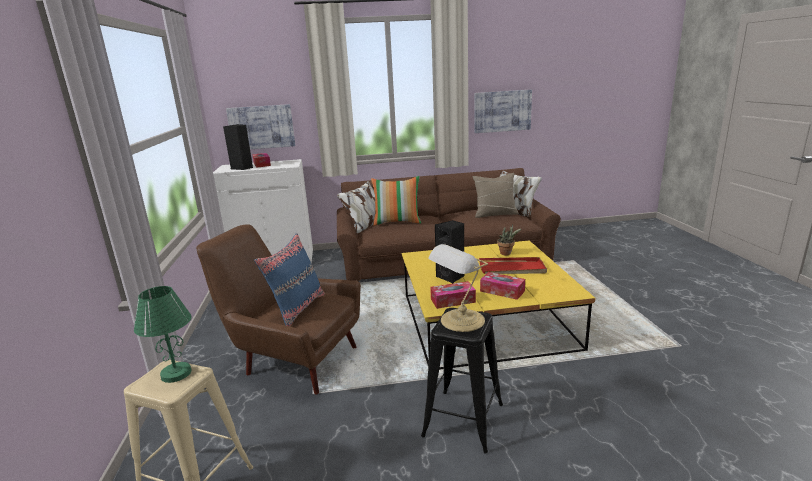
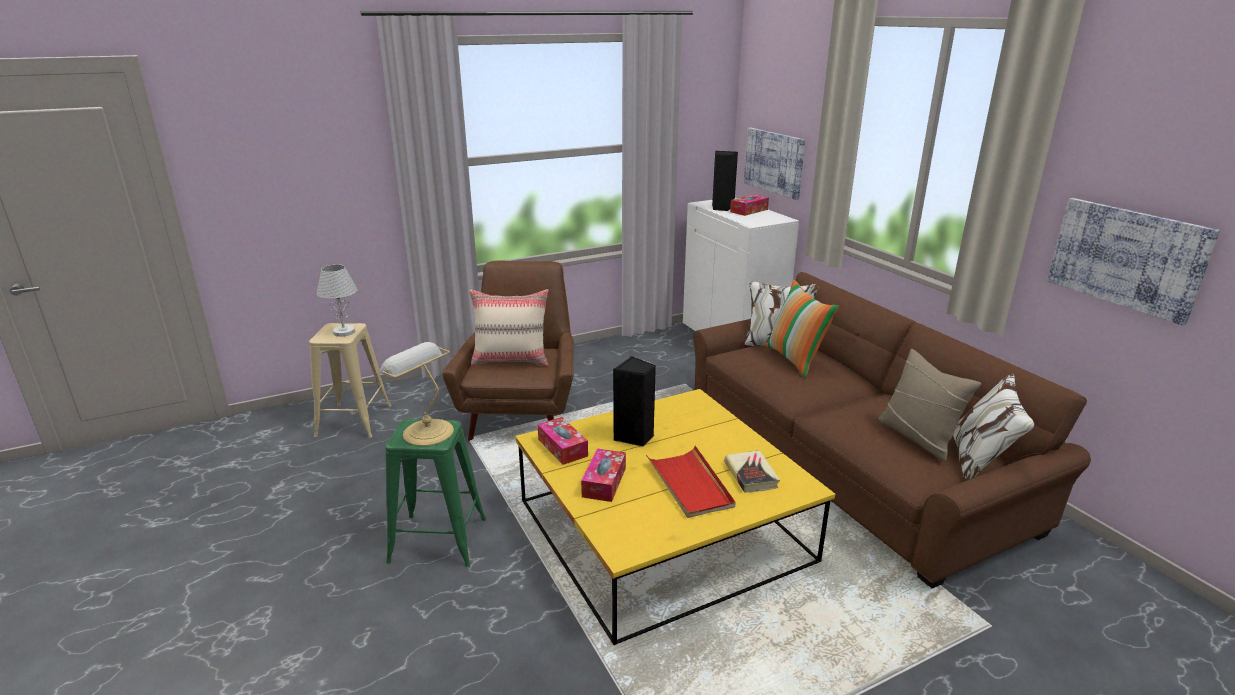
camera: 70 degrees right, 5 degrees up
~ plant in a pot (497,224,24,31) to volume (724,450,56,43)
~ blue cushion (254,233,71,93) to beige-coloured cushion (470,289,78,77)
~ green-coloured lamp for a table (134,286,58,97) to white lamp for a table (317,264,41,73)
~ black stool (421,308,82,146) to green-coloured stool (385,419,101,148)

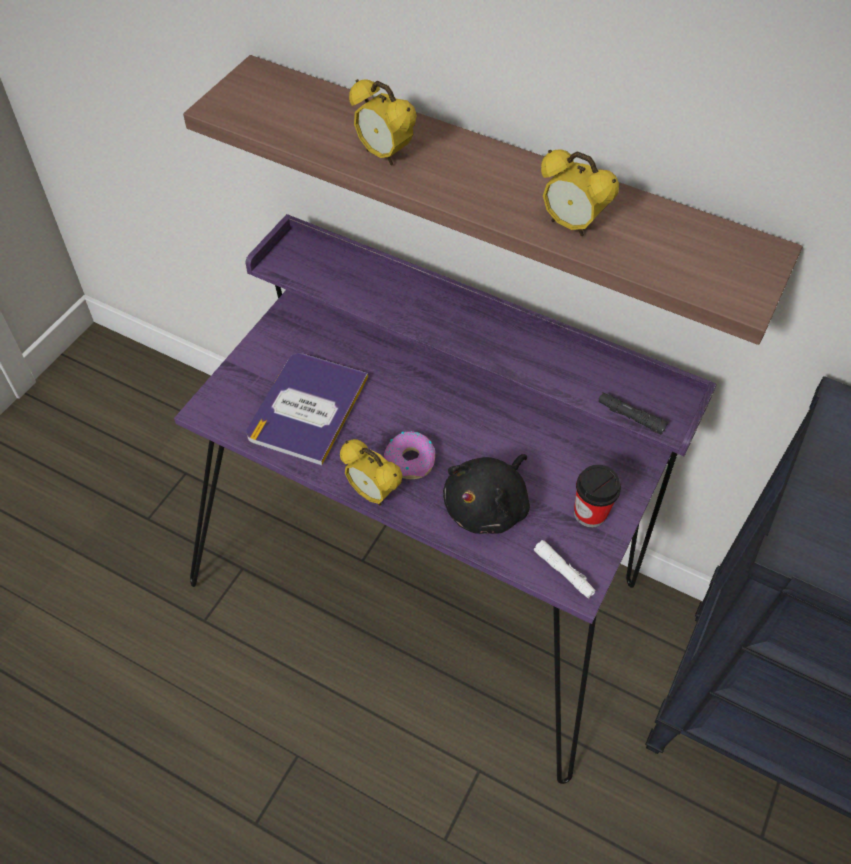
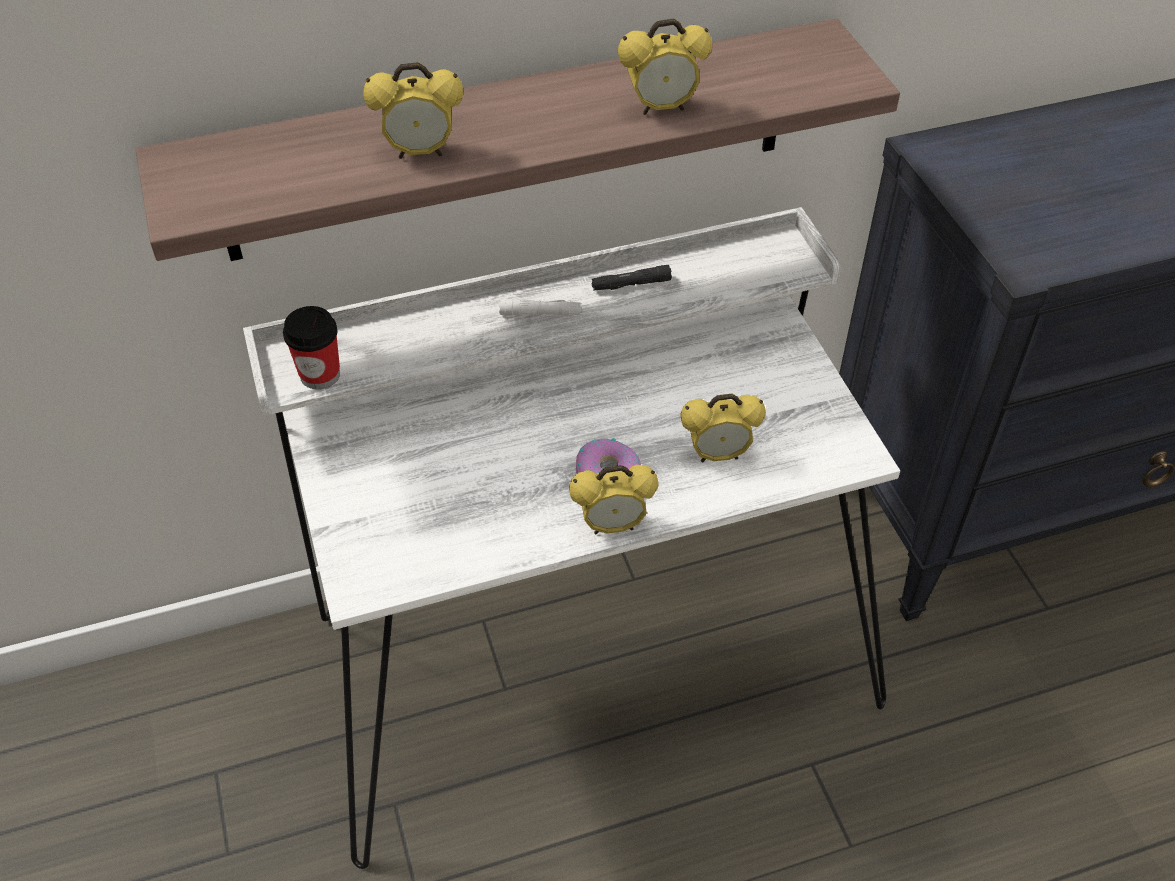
camera: 45 degrees left, 5 degrees down
~ purplish desk (174,214,543,570) to white desk (243,207,657,662)
- volume (246,353,122,113)
~ black torch (598,392,70,43) to (591,265,81,25)
~ black plush toy (443,454,87,80) to bedside clock (680,394,86,68)
~ cup (574,465,47,63) to (283,306,57,83)
~ white torch (534,540,62,59) to (499,299,82,17)

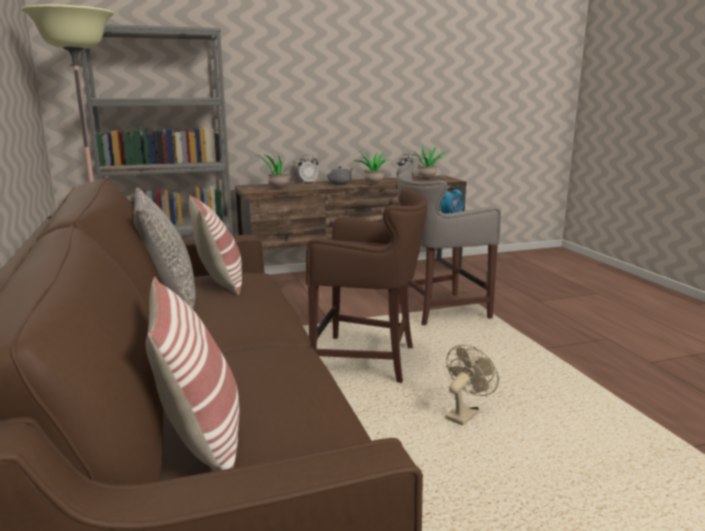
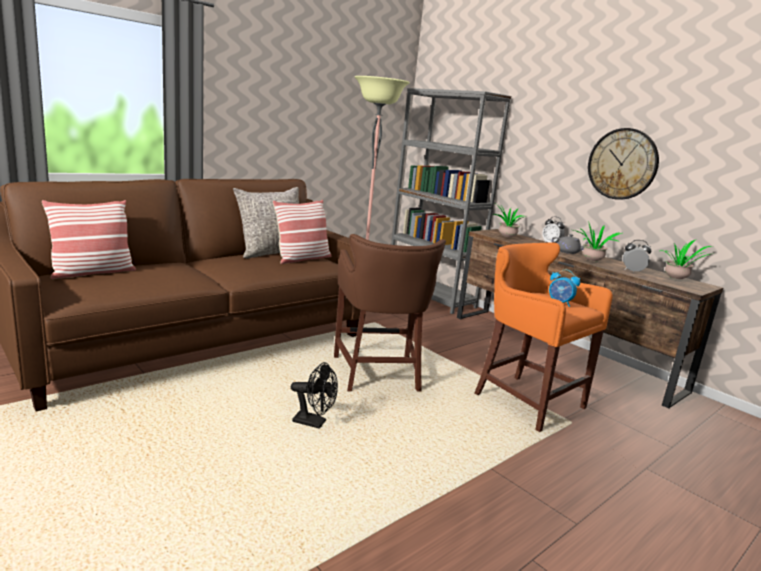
camera: 65 degrees right, 0 degrees up
~ gray stool (397,169,104,157) to orangey stool (474,242,139,190)
~ beige-coloured cooling fan (446,345,53,81) to black cooling fan (291,362,47,67)
+ hanging clock (588,128,71,72)

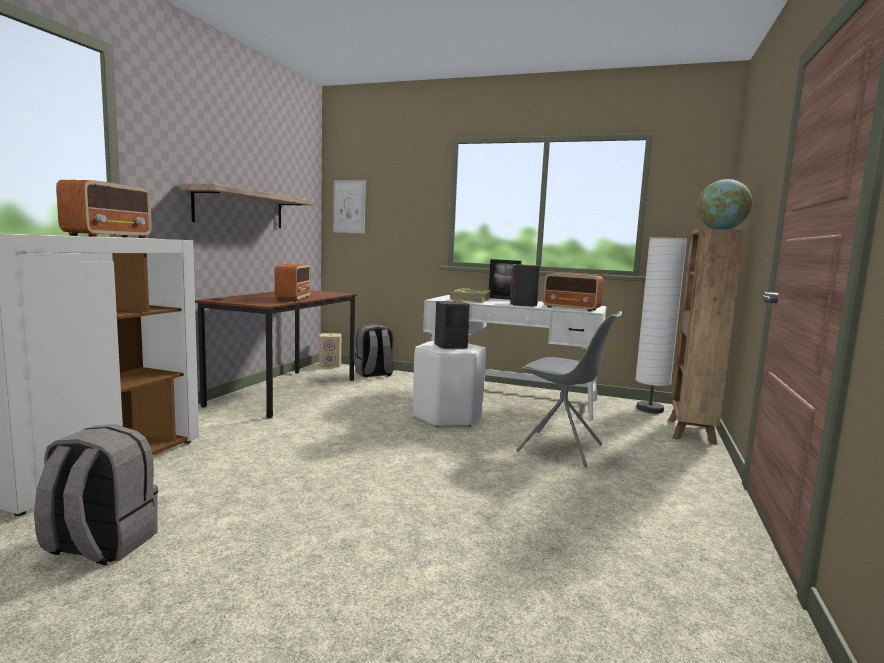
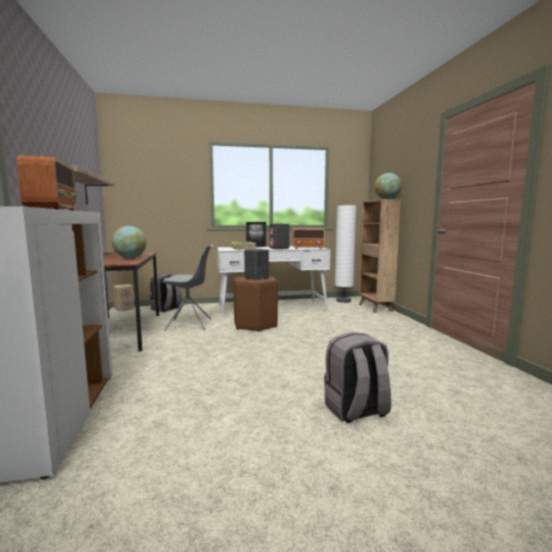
camera: 30 degrees left, 0 degrees up
- picture (333,181,33,52)
~ radio (275,264,36,37) to globe (112,226,35,32)
~ gray chair (516,311,106,156) to (162,244,51,87)
~ white stool (413,341,73,86) to brownish stool (233,276,45,56)
~ gray backpack (34,424,124,141) to (324,332,67,91)

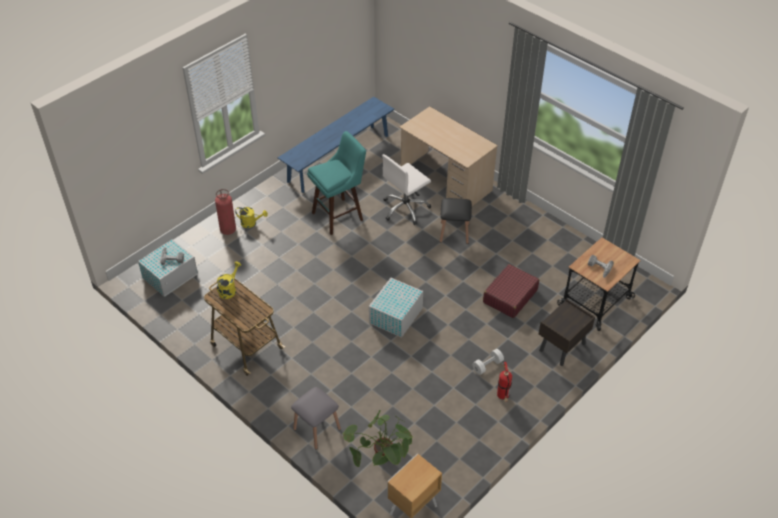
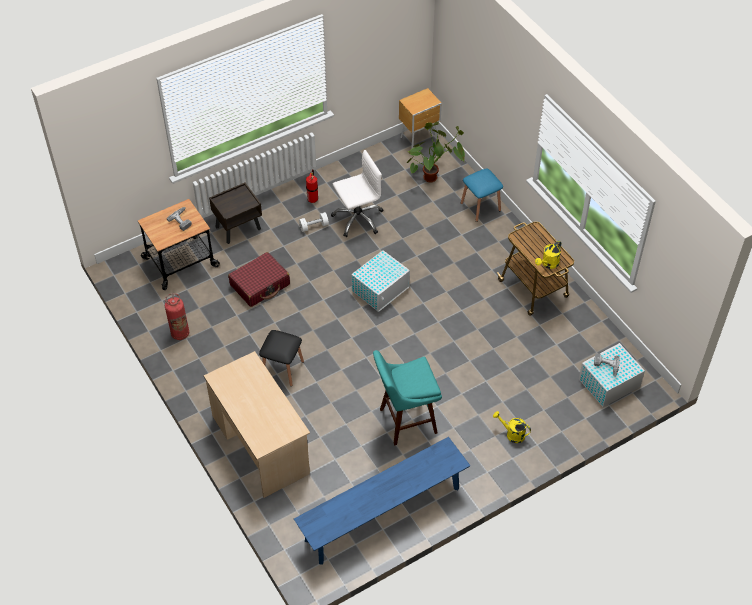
camera: 165 degrees left, 5 degrees up
~ white desk chair (382,154,49,71) to (331,150,52,87)
~ extinguisher (215,189,21,46) to (165,293,24,47)
~ gray stool (291,387,50,62) to blue stool (461,169,42,53)

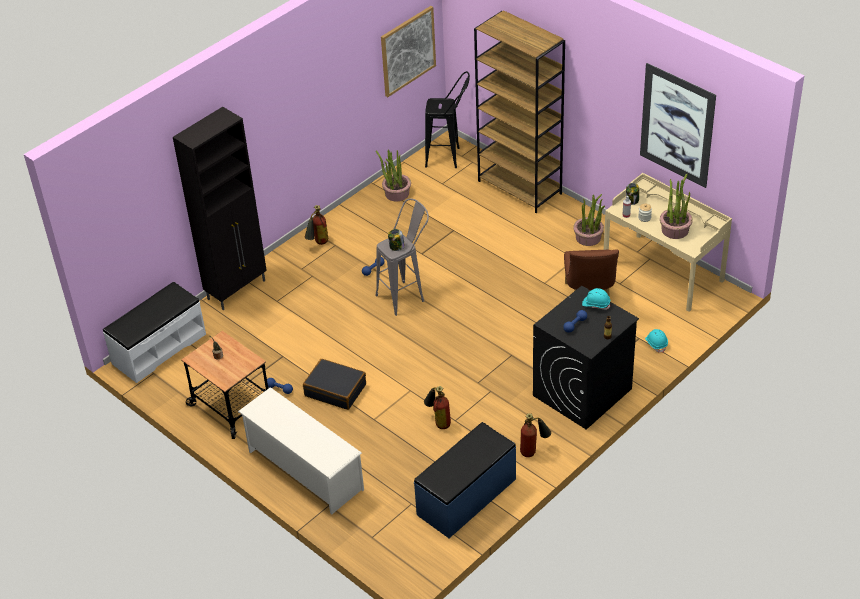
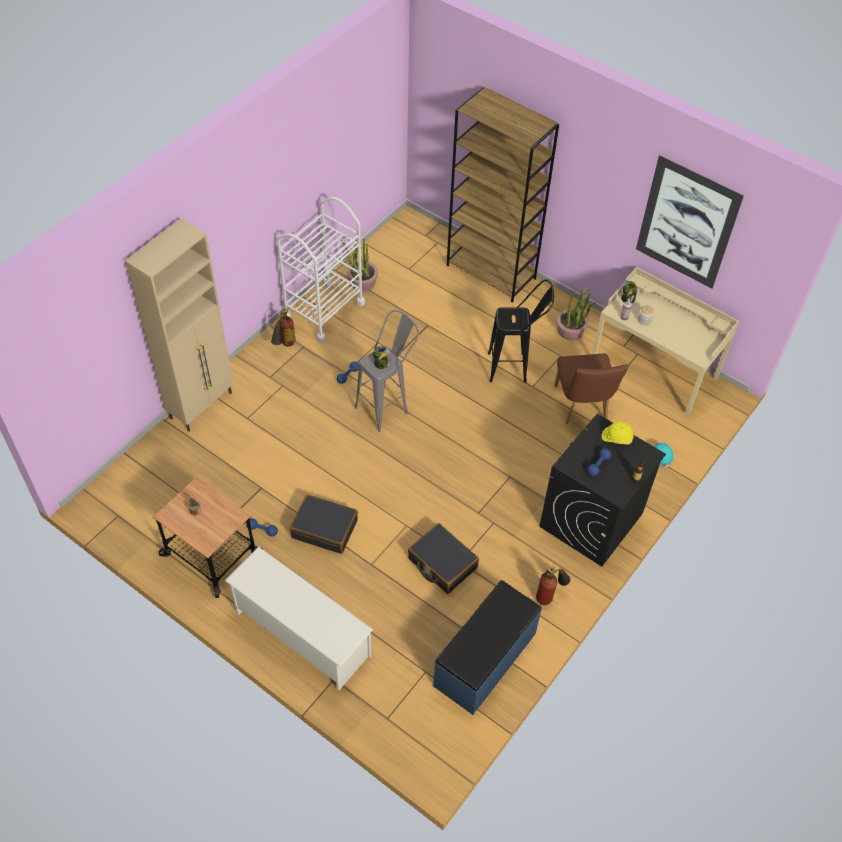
camera: 10 degrees left, 10 degrees up
- picture (381,6,55,91)
~ black stool (425,71,45,97) to (488,279,66,104)
~ black cupboard (173,107,94,203) to beige-coloured cupboard (125,218,108,214)
- plant in a pot (660,174,33,65)
- white long seat (103,282,103,101)
~ blue-green hard hat (582,288,28,22) to yellowish hard hat (602,421,32,24)
~ extinguisher (424,386,27,43) to black piece of luggage (408,523,71,71)
+ white cart (277,197,88,146)

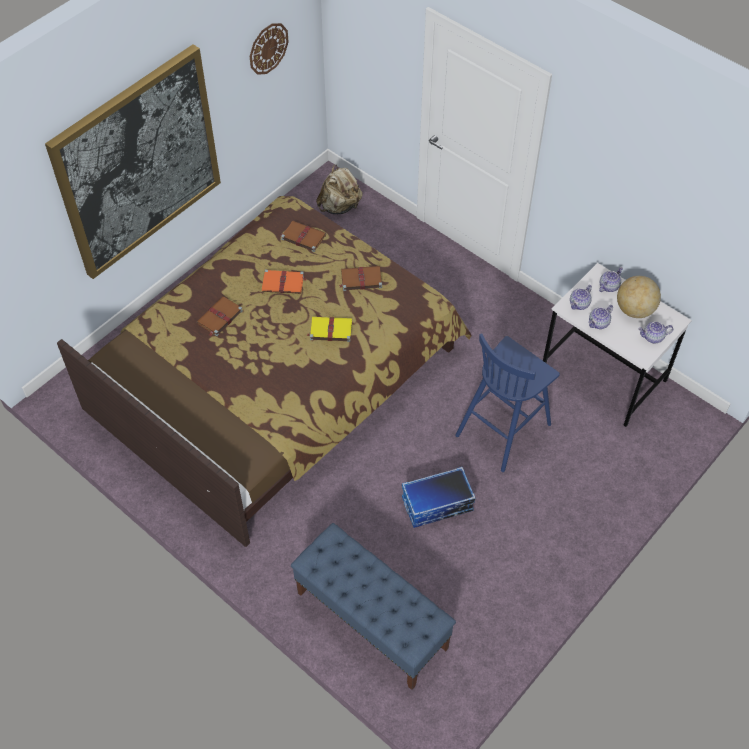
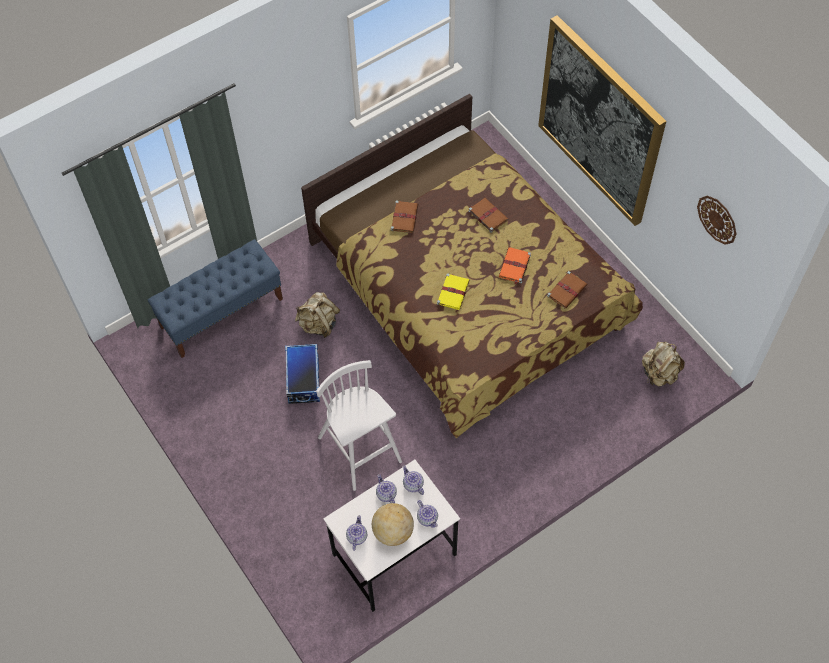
camera: 105 degrees right, 5 degrees up
~ brownish volume (339,266,43,25) to (391,201,27,32)
~ blue stool (455,333,105,139) to white stool (316,360,86,131)
+ beige-coloured backpack (295,292,45,46)

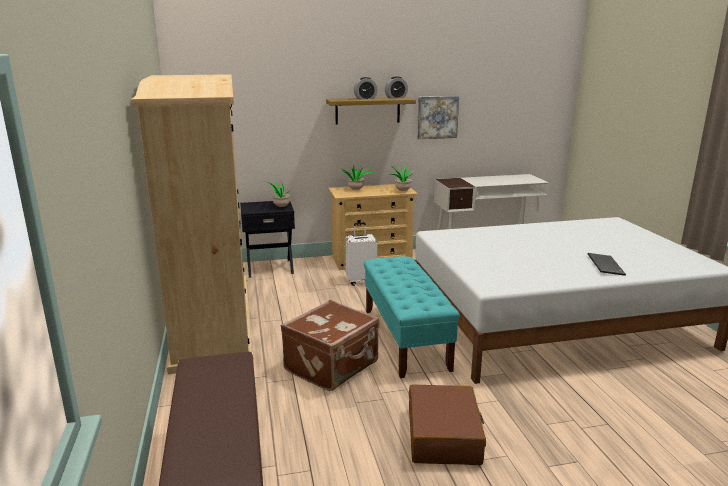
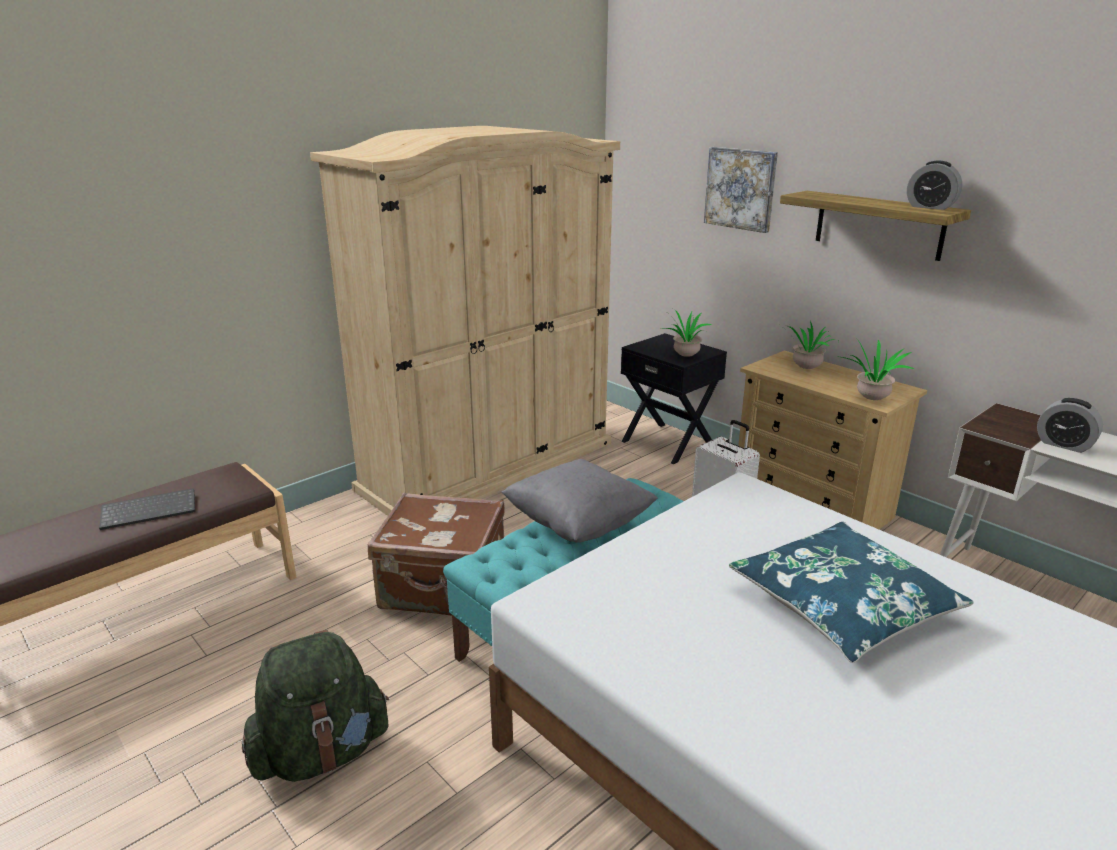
camera: 60 degrees right, 5 degrees up
~ bedside clock (354,77,24,23) to (1037,398,66,55)
~ picture (417,96,42,43) to (704,147,74,86)
~ keyboard (588,253,38,23) to (99,488,96,42)
~ brownish piece of luggage (409,384,77,81) to green-coloured backpack (242,630,147,152)
+ gray cushion (501,459,157,84)
+ blue cushion (729,522,245,141)

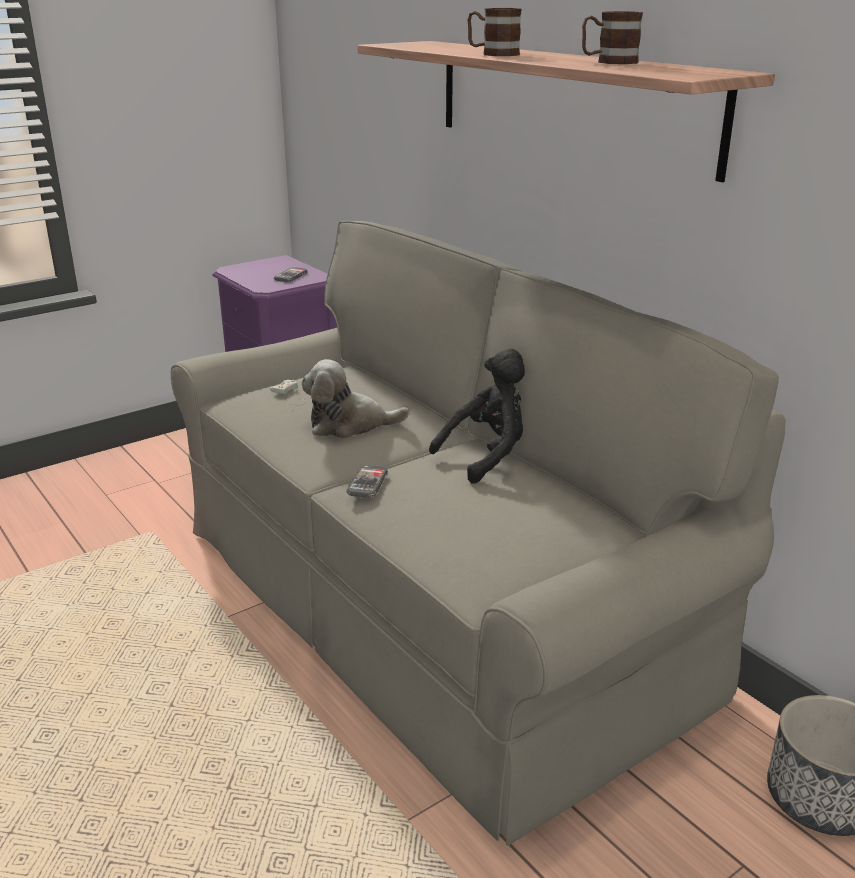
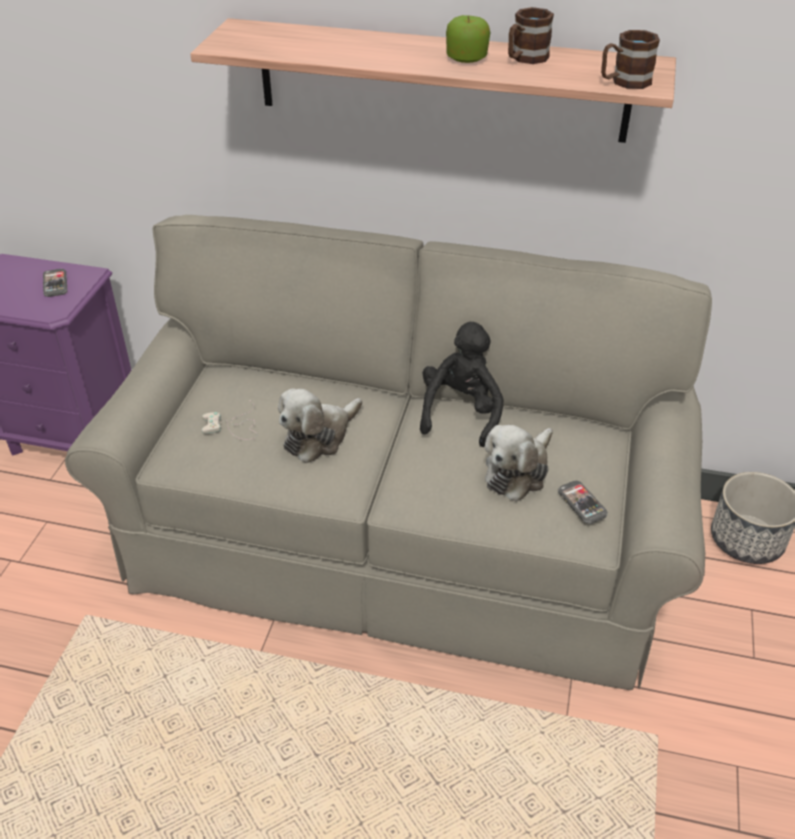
camera: 40 degrees left, 15 degrees up
~ brownish mug (468,8,54,48) to (601,30,59,59)
~ telephone (346,465,42,33) to (558,480,50,44)
+ whole apple (446,15,45,48)
+ plush toy (485,425,68,77)

